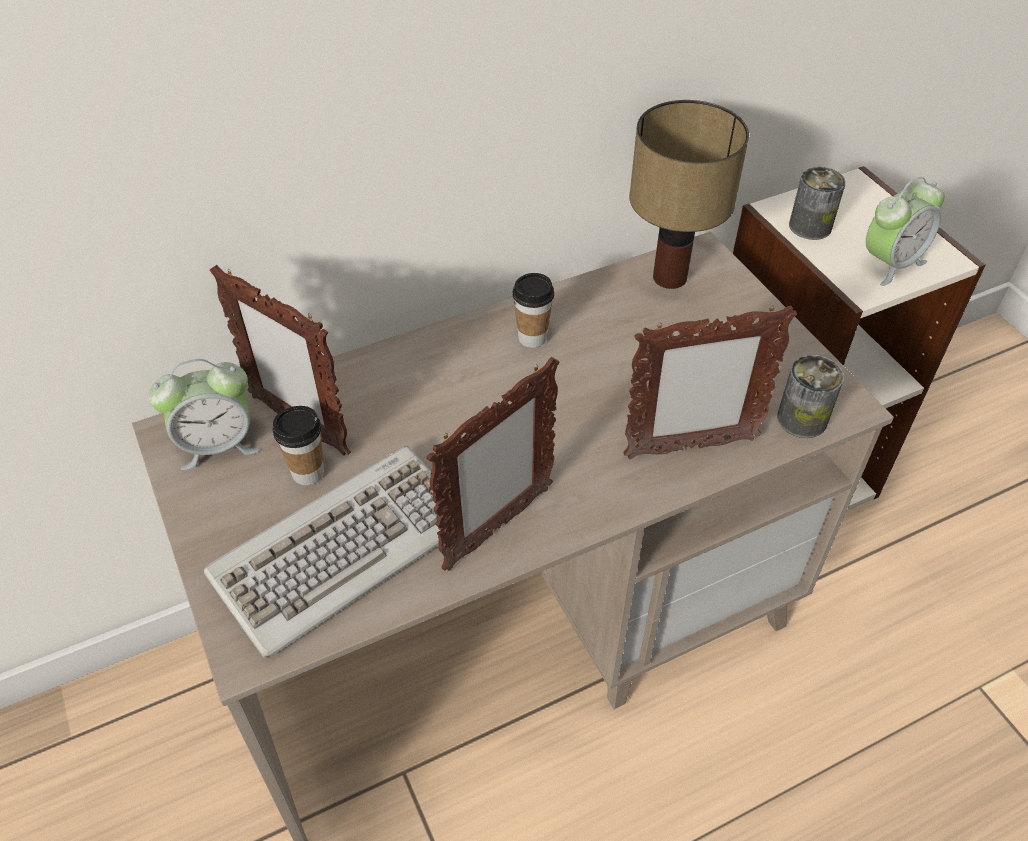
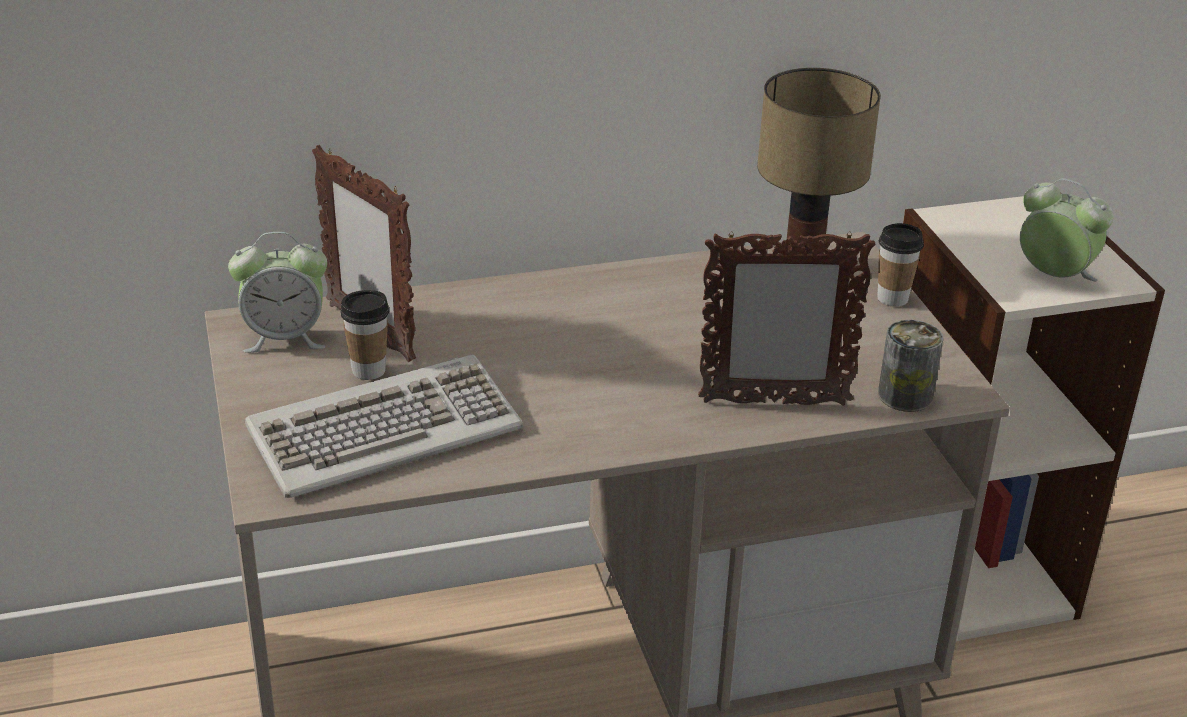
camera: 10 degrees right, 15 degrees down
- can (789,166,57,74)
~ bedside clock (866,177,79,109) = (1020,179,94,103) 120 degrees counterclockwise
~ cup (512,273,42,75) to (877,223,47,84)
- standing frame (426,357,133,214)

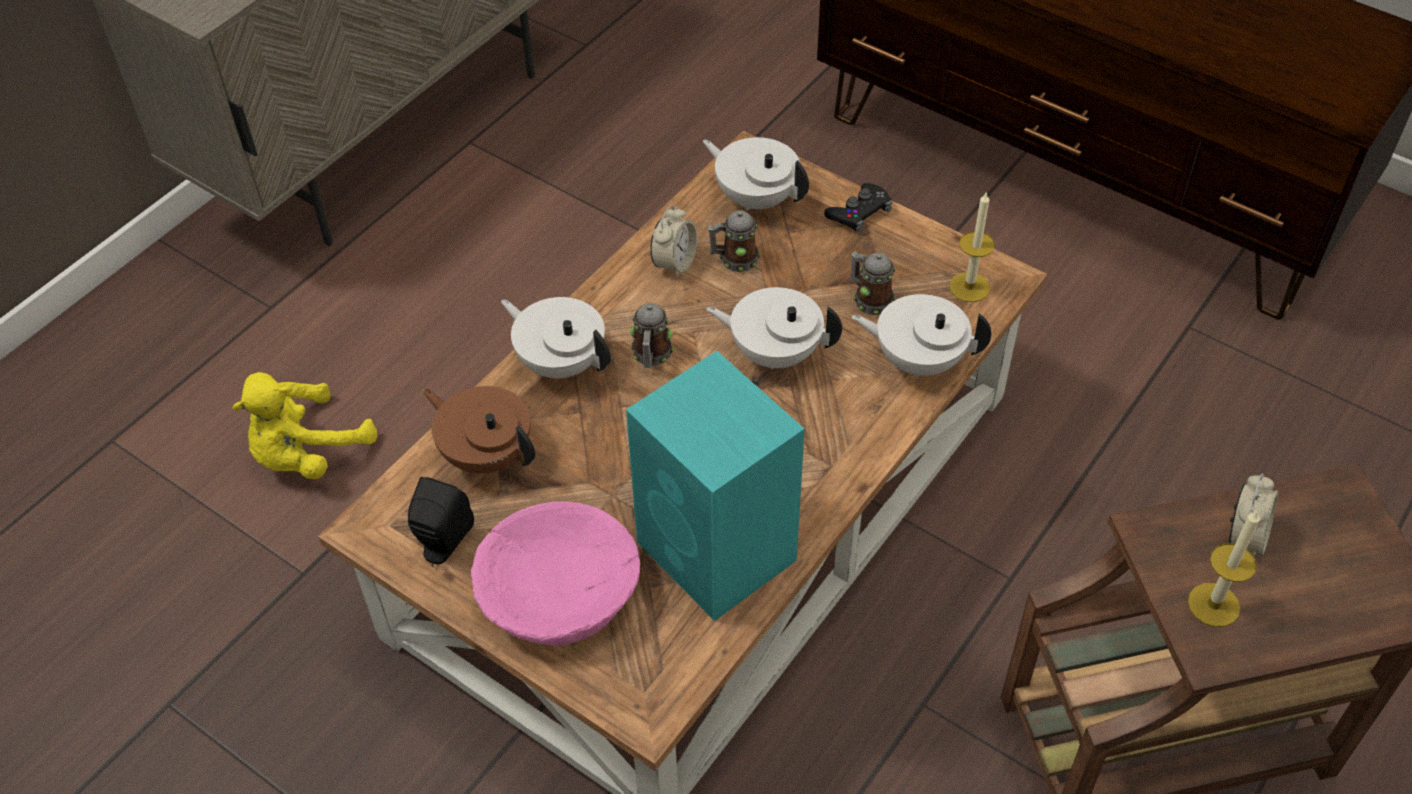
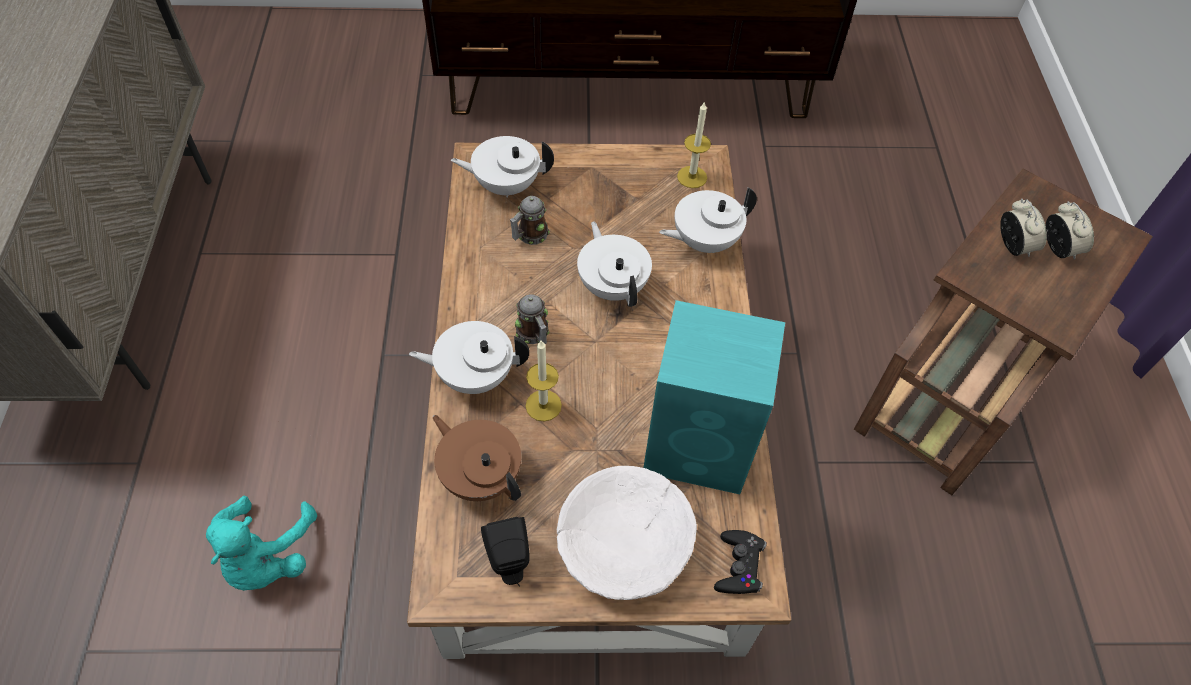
camera: 40 degrees left, 5 degrees up
~ black gamepad (824,183,69,50) to (714,530,53,64)
~ bedside clock (650,205,48,73) to (1045,201,49,59)
- mug (850,251,46,64)
~ white pot for tea (706,287,136,83) = (577,221,75,86) 90 degrees clockwise
~ yellowish plush toy (232,372,145,107) to blue-green plush toy (206,496,111,95)
~ brownish pot for tea (423,386,112,87) = (433,415,88,86) 45 degrees clockwise
~ pink-coloured serving bowl (471,501,169,145) to white serving bowl (557,466,140,134)
~ wax light (1188,510,72,117) to (526,341,36,81)

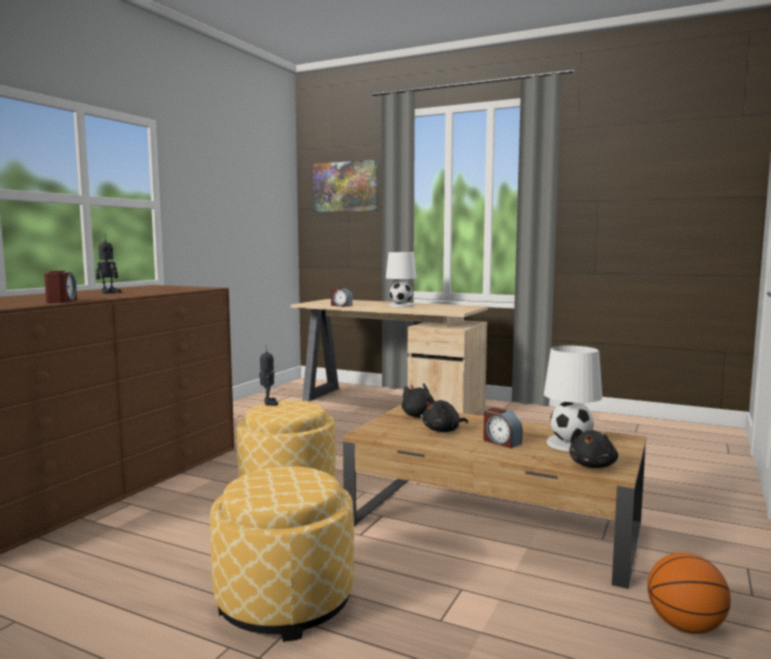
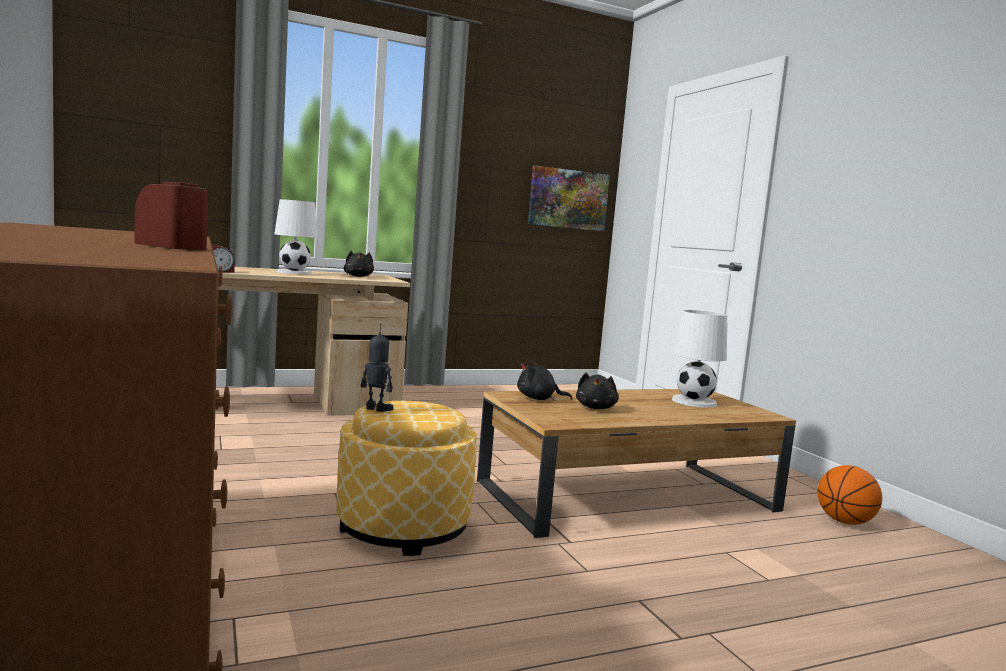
camera: 50 degrees left, 0 degrees up
~ picture (313,160,65,52) to (528,165,82,66)
- model robot (96,234,25,60)
- bedside clock (483,407,39,41)
~ black plush toy (570,428,48,40) to (344,250,30,27)
- ottoman (210,466,144,176)

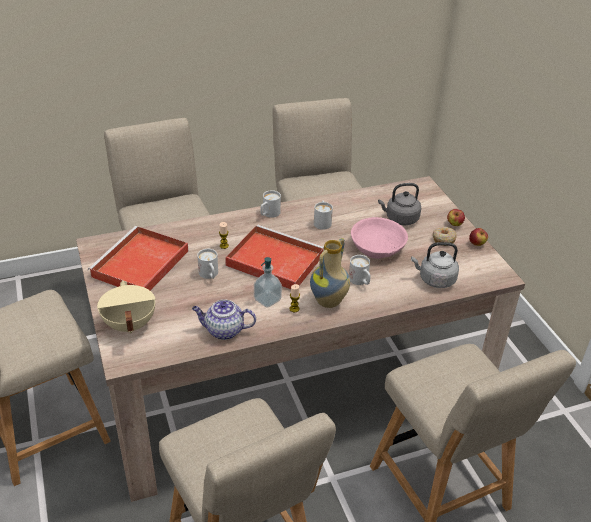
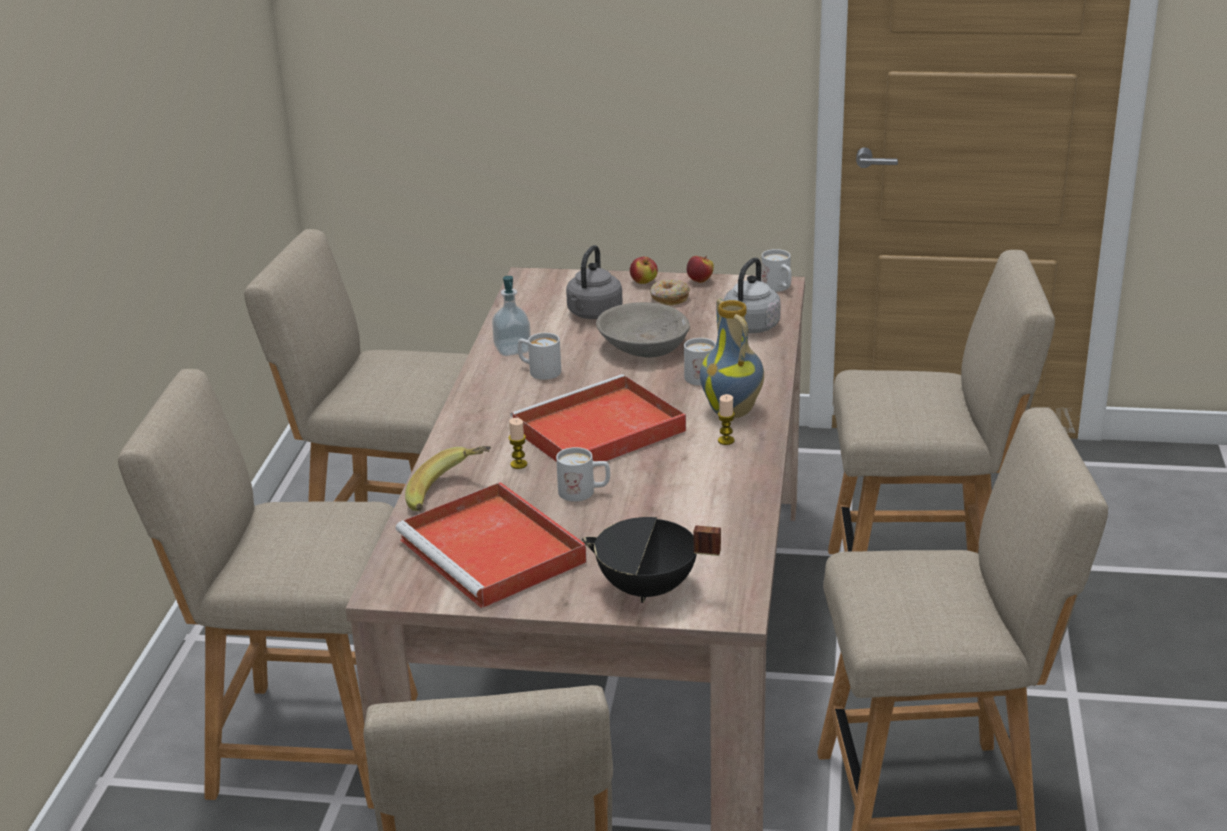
camera: 60 degrees left, 10 degrees down
~ white mug (260,190,21,28) to (761,249,30,43)
~ pink-coloured serving bowl (351,217,57,42) to gray serving bowl (596,302,94,56)
~ liquid soap bottle (254,257,28,51) to (492,276,39,80)
~ beige-coloured cooking pot (97,281,59,53) to black cooking pot (582,517,139,86)
- pot for tea (192,299,64,41)
+ whole banana (405,446,86,65)

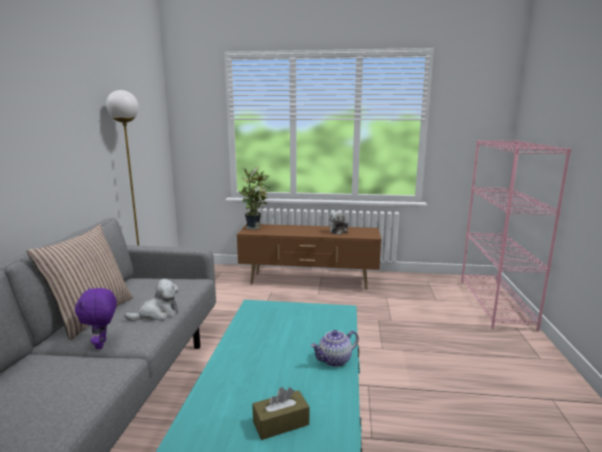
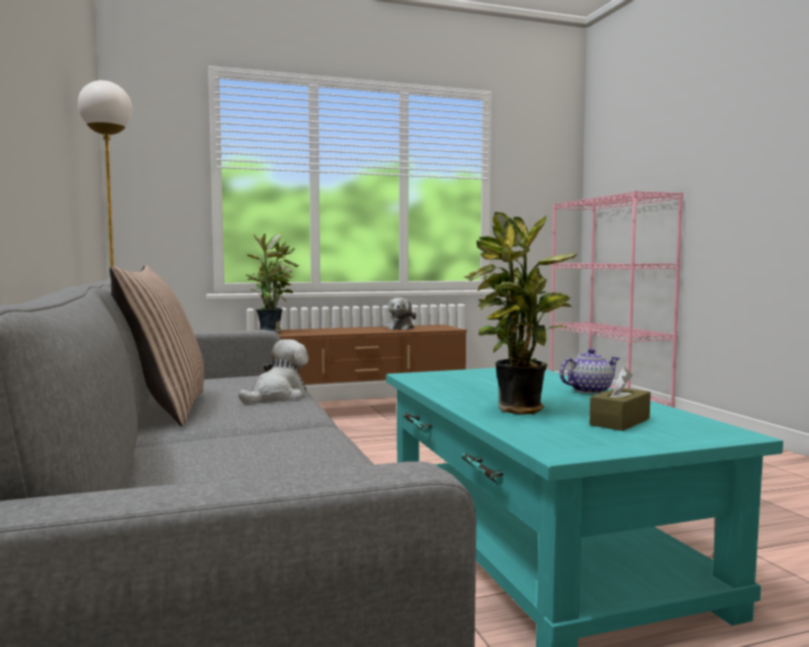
camera: 25 degrees left, 10 degrees down
- purplish plush toy (75,287,42,62)
~ pot for tea (311,330,48,37) = (560,348,60,46) 150 degrees counterclockwise
+ plant in a pot (463,212,114,202)

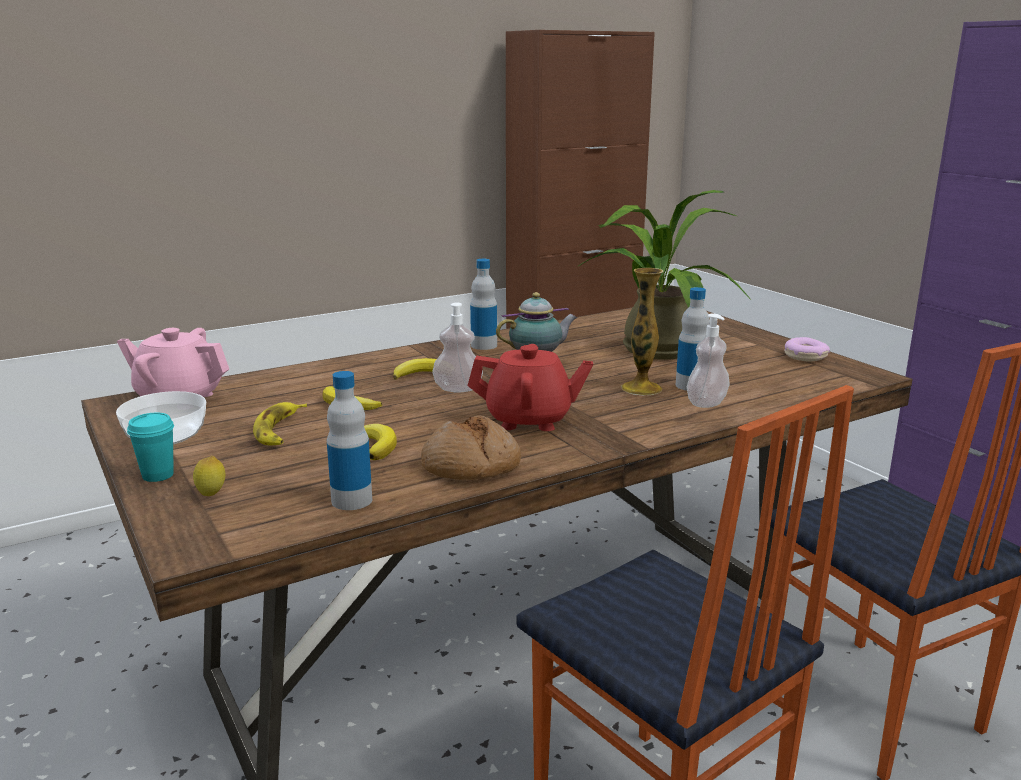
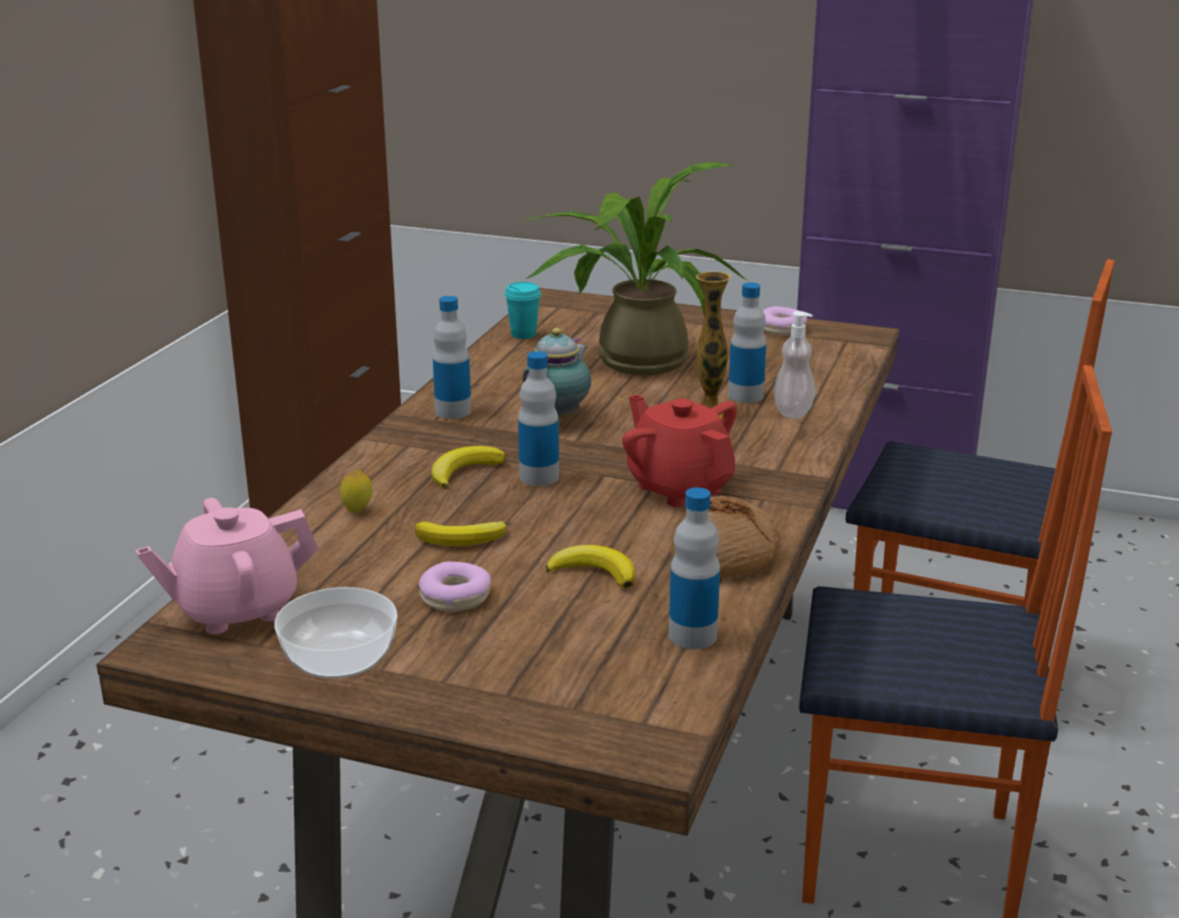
camera: 40 degrees left, 5 degrees up
~ liquid soap bottle (433,303,50,90) to bottle (518,351,41,135)
~ reddish pot for tea (468,344,125,87) = (622,395,115,112) 90 degrees counterclockwise
~ whole banana (253,402,54,43) to ring doughnut (419,562,73,50)
~ blue-green cup (127,413,47,69) to (505,282,36,57)
~ whole lemon (193,456,32,40) to (340,469,32,44)

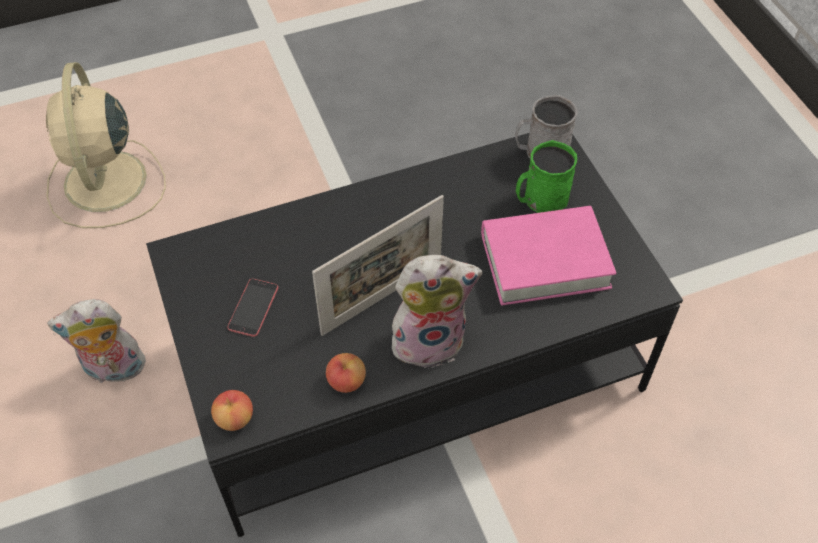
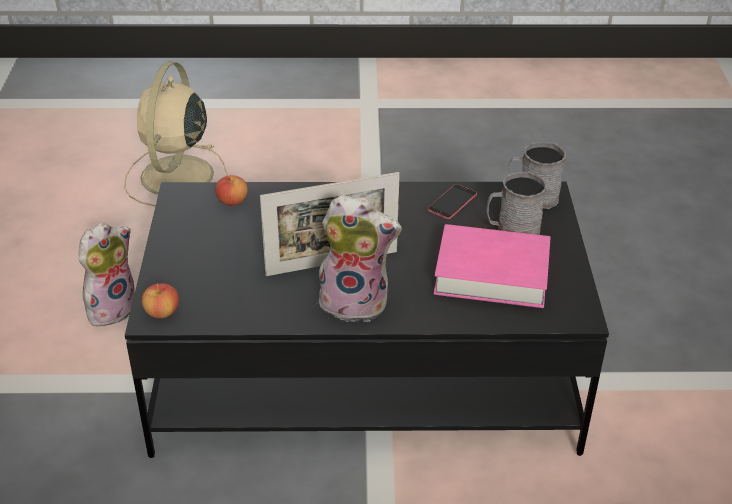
camera: 20 degrees right, 15 degrees down
~ green-coloured mug (516,140,61,73) to gray mug (486,172,62,63)
~ telephone (227,279,51,58) to (427,184,50,35)
~ plush toy (47,299,100,87) = (79,222,56,105) 120 degrees clockwise
~ whole apple (326,353,40,40) to (215,175,33,31)

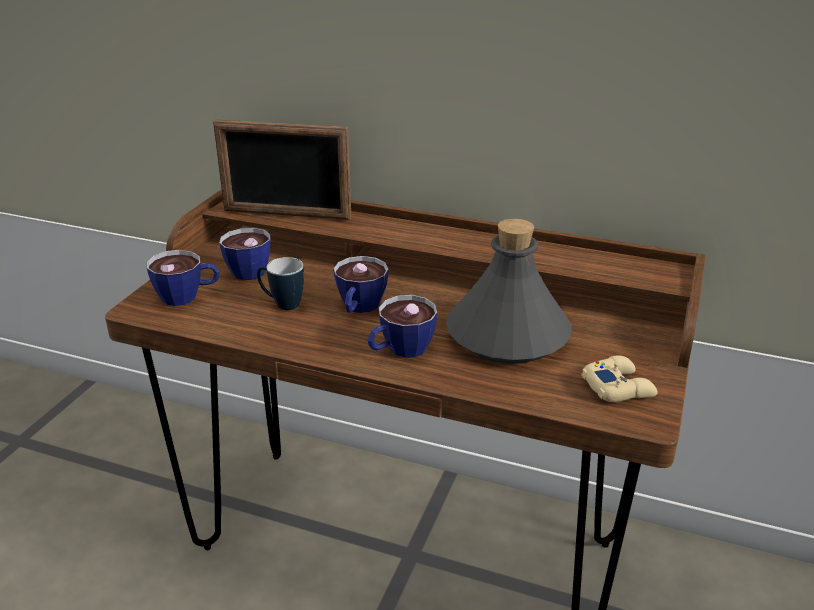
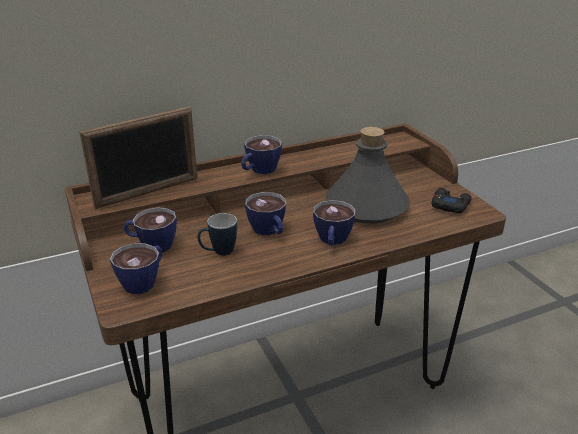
camera: 45 degrees left, 0 degrees up
~ beige-coloured gamepad (581,355,77,47) to black gamepad (432,188,40,25)
+ cup (241,135,41,39)

